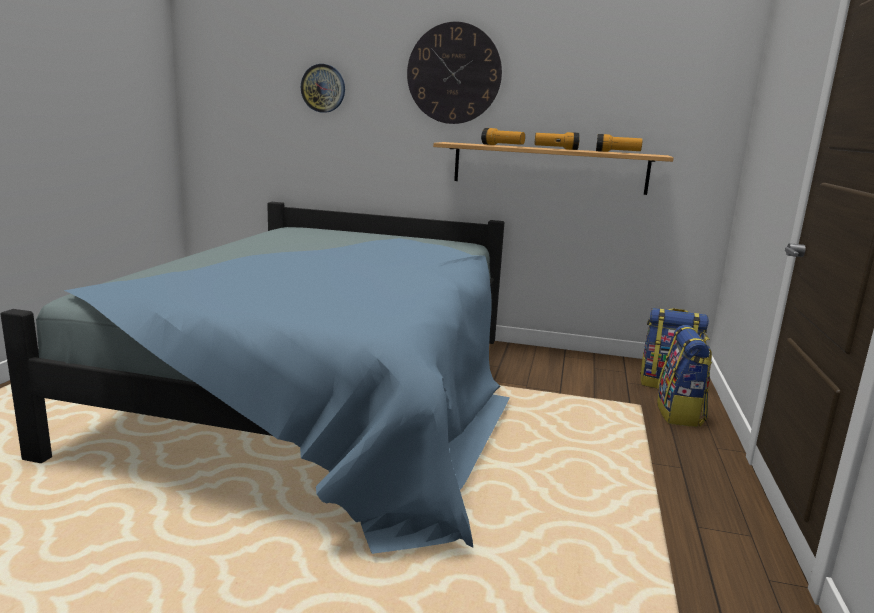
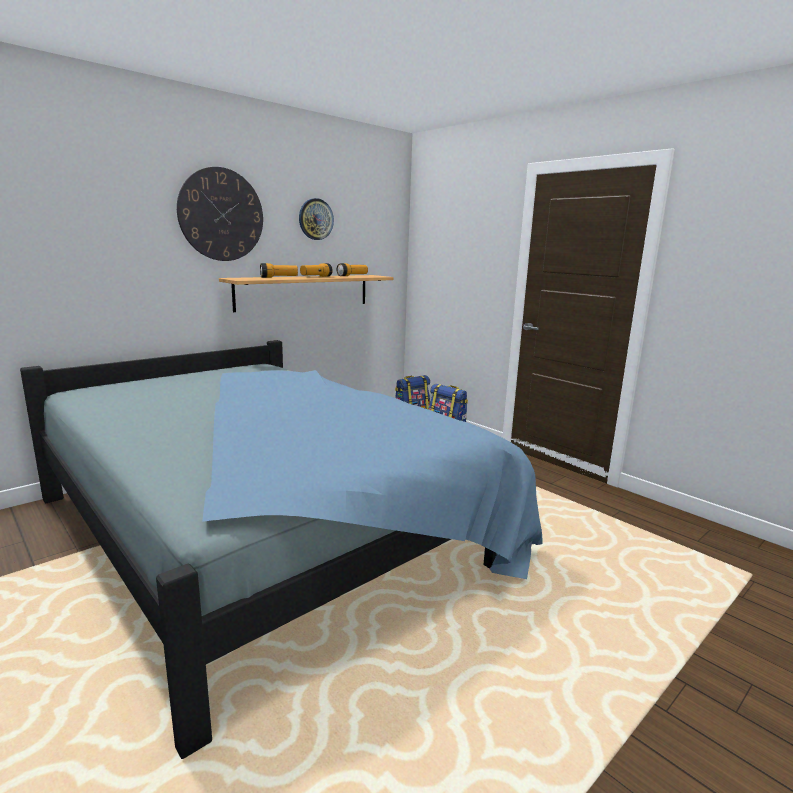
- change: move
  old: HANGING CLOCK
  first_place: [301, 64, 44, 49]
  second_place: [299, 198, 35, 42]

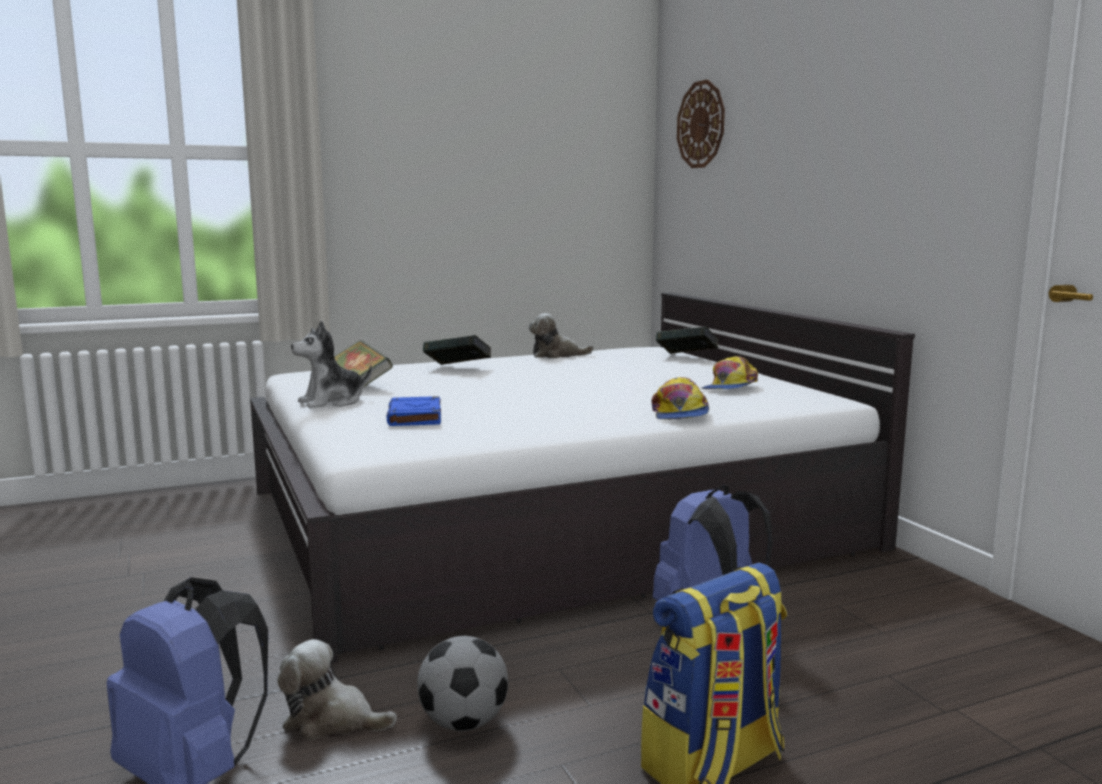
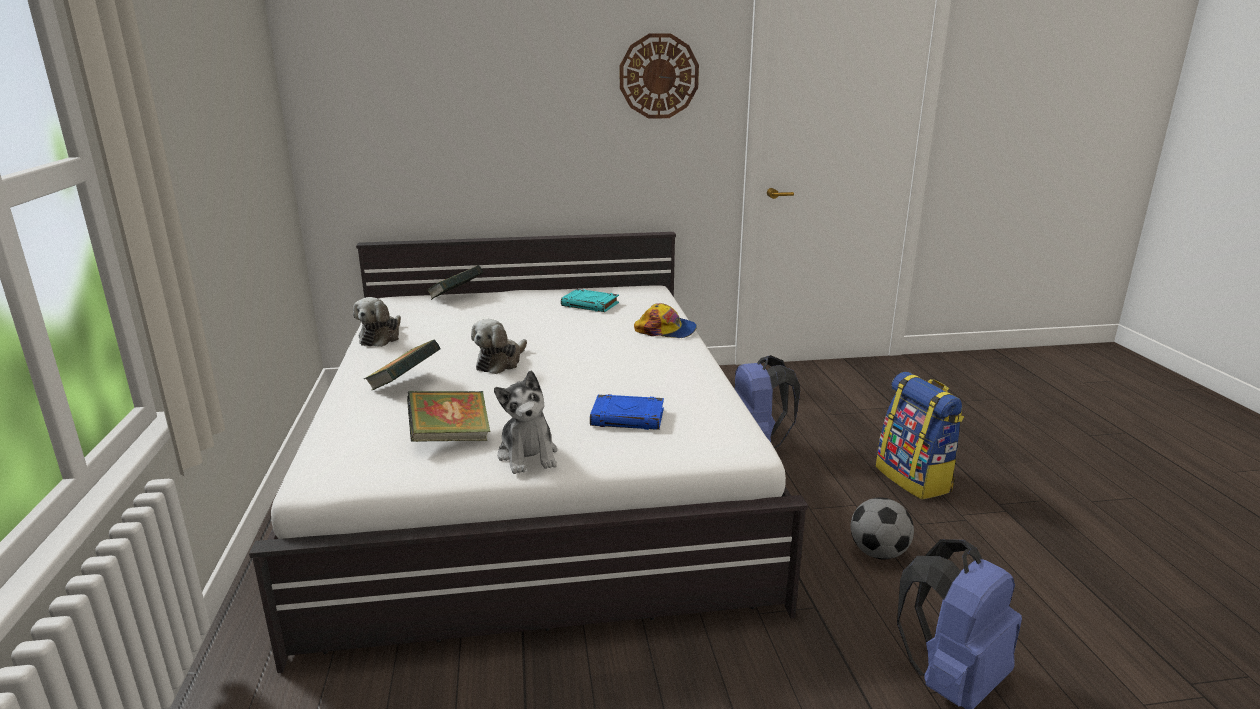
- change: move
  old: HANGING CLOCK
  first_place: [677, 80, 48, 88]
  second_place: [620, 33, 79, 86]
- change: replace
  old: CAP
  new: TURQUOISE BOUND BOOK
  first_place: [701, 356, 57, 33]
  second_place: [561, 289, 58, 23]
- change: move
  old: CUDDLY TOY
  first_place: [277, 639, 120, 101]
  second_place: [471, 319, 56, 55]

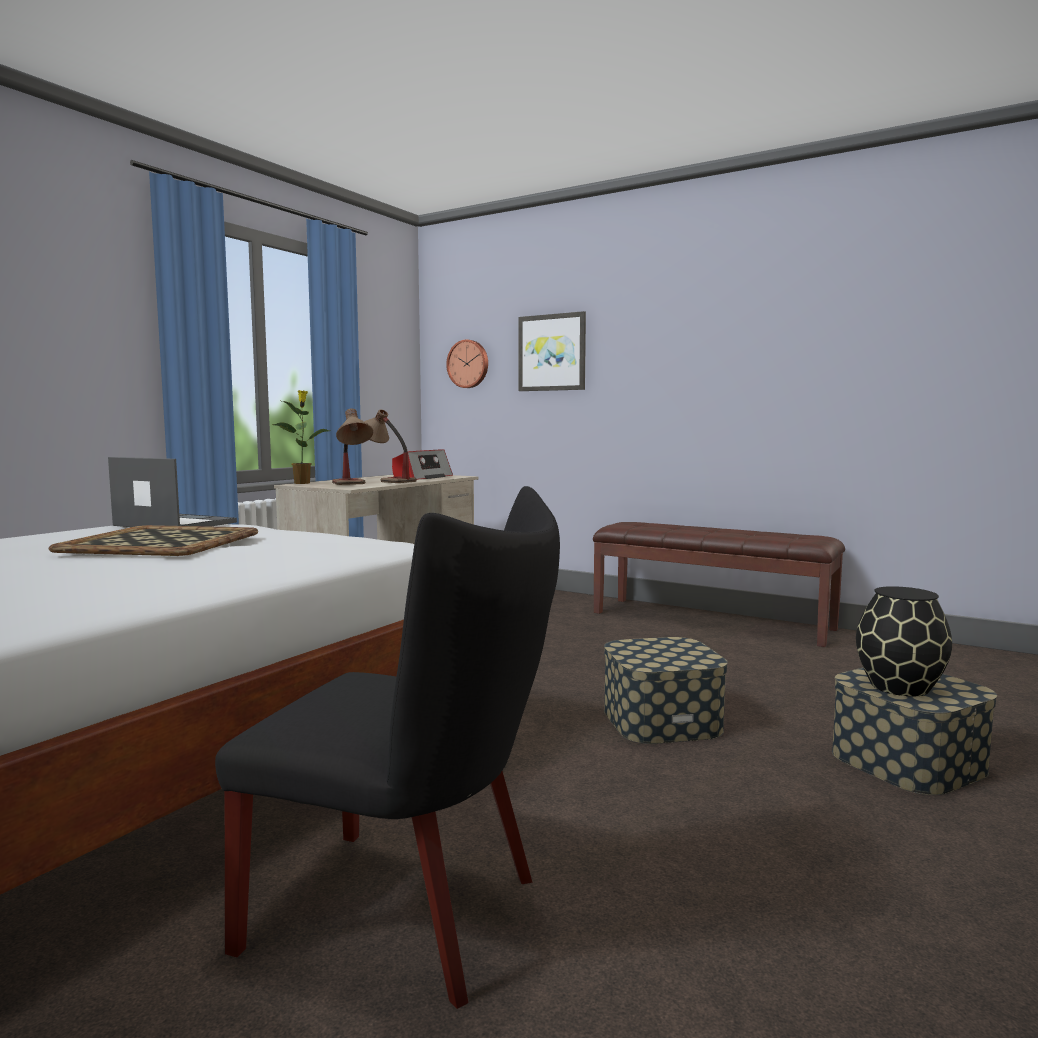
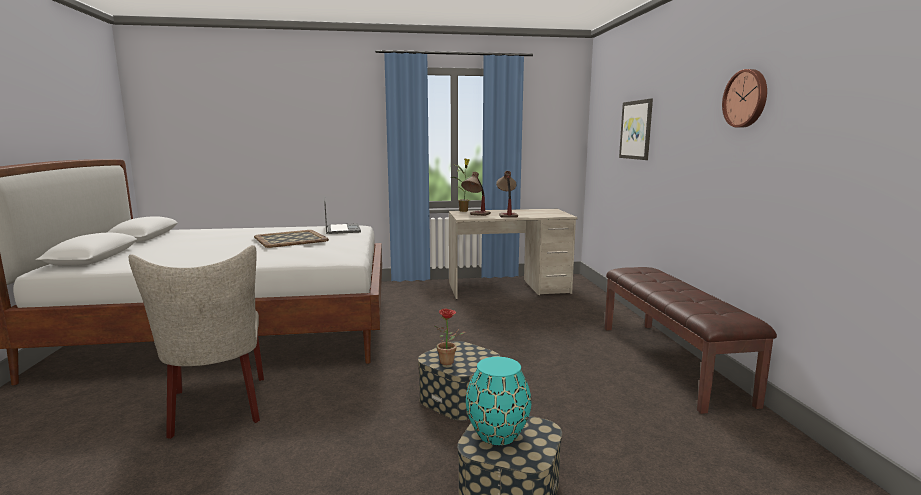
- change: move
  old: HANGING CLOCK
  first_place: [446, 340, 42, 48]
  second_place: [722, 69, 45, 59]
- change: delete
  old: RADIO RECEIVER
  first_place: [392, 449, 61, 31]
- change: recolor
  old: BLACK UPRIGHT CHAIR
  new: BEIGE UPRIGHT CHAIR
  first_place: [215, 486, 345, 523]
  second_place: [129, 245, 135, 194]
- change: recolor
  old: BLACK VASE
  new: TURQUOISE VASE
  first_place: [856, 586, 96, 110]
  second_place: [466, 357, 65, 88]
- change: insert
  new: POTTED PLANT
  second_place: [434, 309, 31, 56]

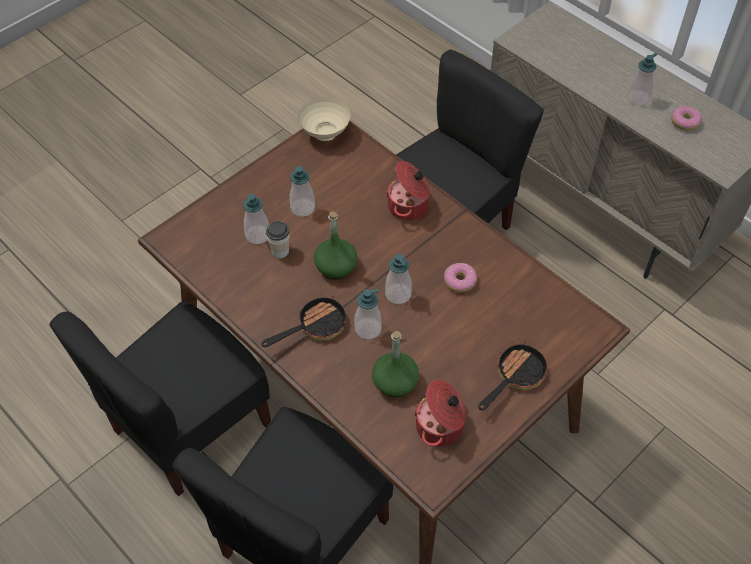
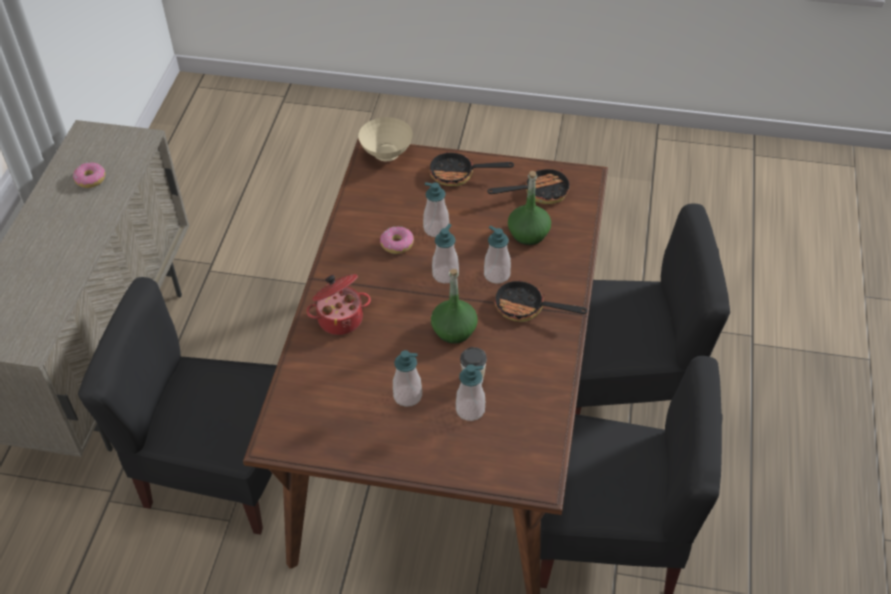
- change: move
  old: SOAP DISPENSER
  first_place: [627, 53, 30, 53]
  second_place: [423, 182, 26, 55]
- change: move
  old: BEIGE DEEP DISH
  first_place: [298, 97, 53, 44]
  second_place: [358, 117, 55, 44]
- change: replace
  old: STOCKPOT
  new: FRYING PAN
  first_place: [415, 380, 51, 67]
  second_place: [487, 165, 83, 39]

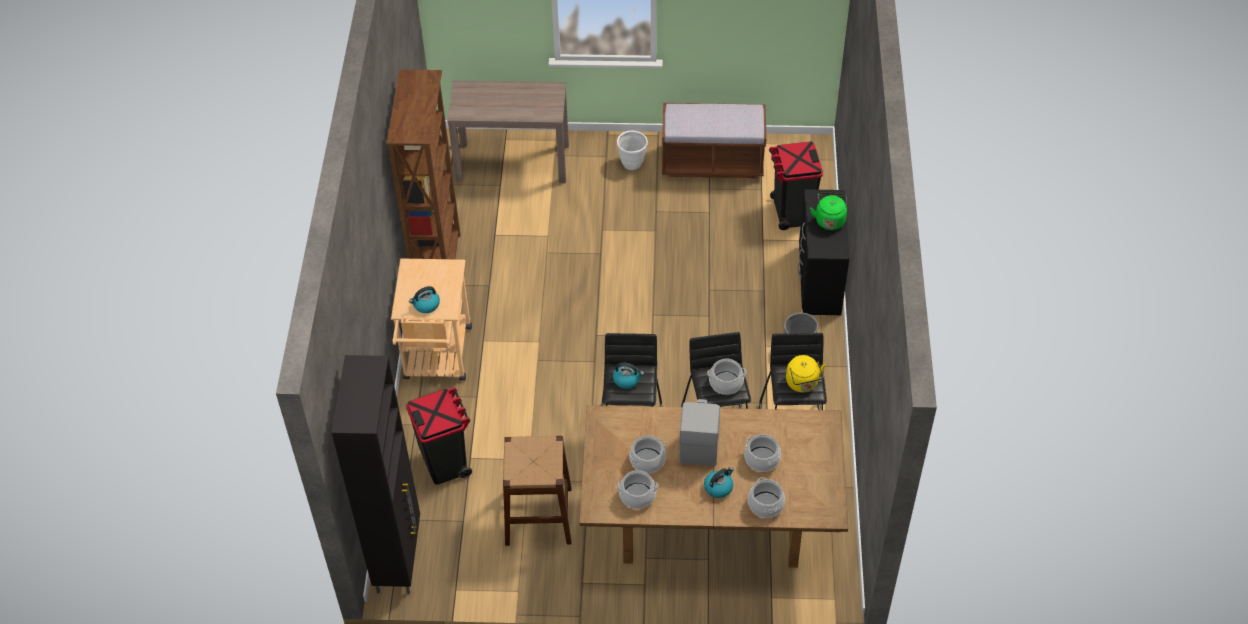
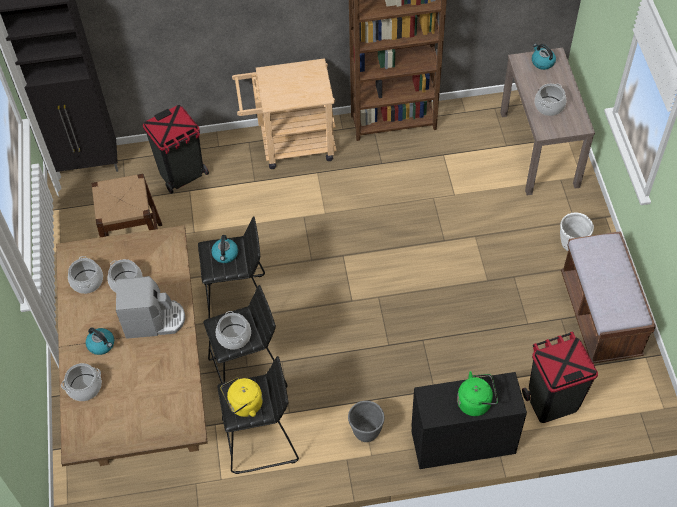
- change: move
  old: KETTLE
  first_place: [409, 286, 31, 27]
  second_place: [532, 44, 24, 26]
- change: move
  old: STOCKPOT
  first_place: [744, 434, 37, 38]
  second_place: [535, 84, 31, 32]

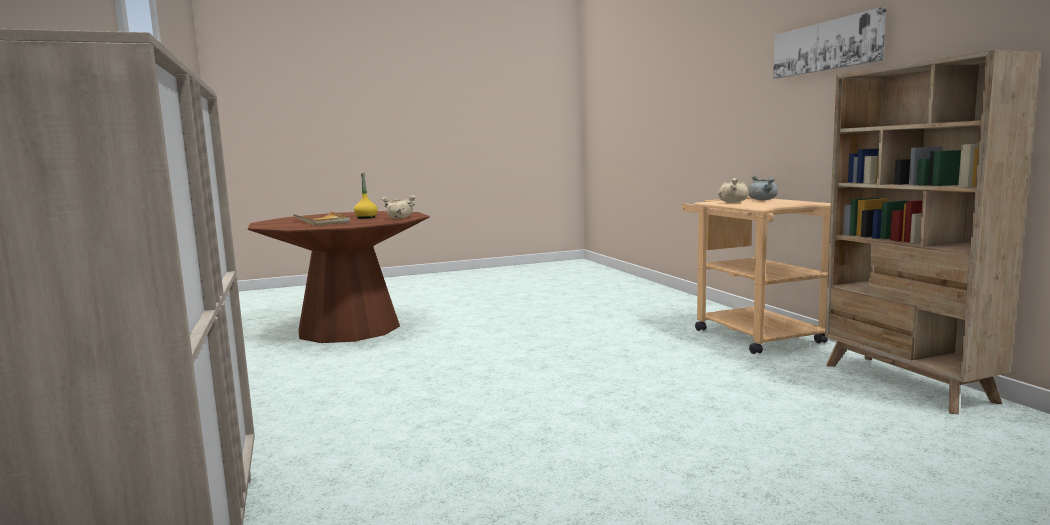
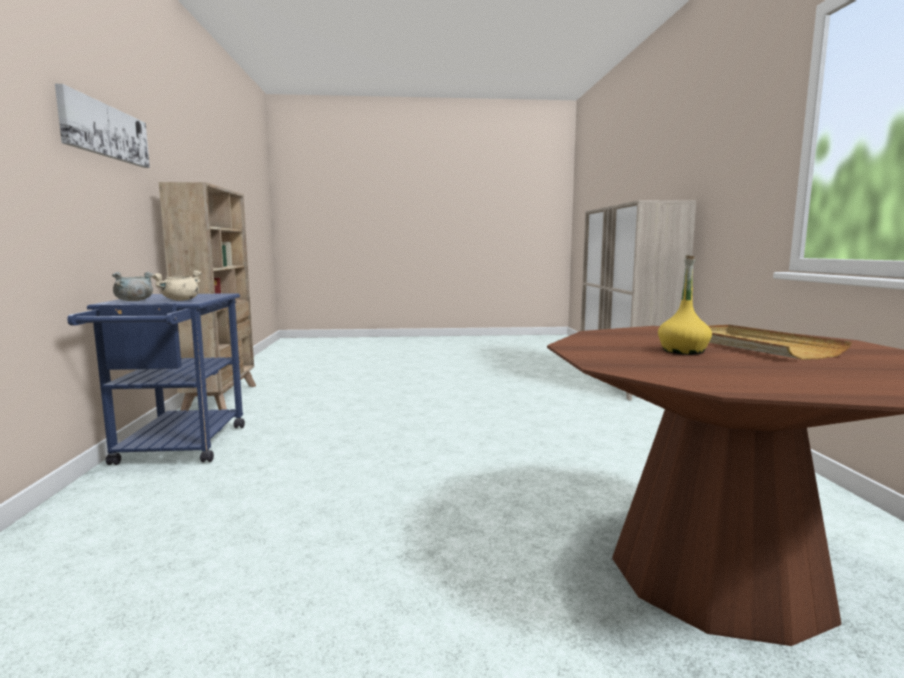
- change: delete
  old: BEIGE STOCKPOT
  first_place: [381, 195, 35, 24]
- change: recolor
  old: BEIGE CART
  new: BLUE-COLOURED CART
  first_place: [681, 197, 150, 157]
  second_place: [67, 293, 178, 172]

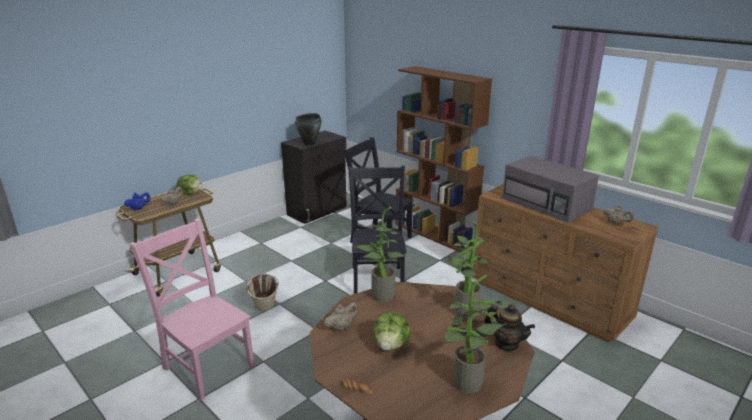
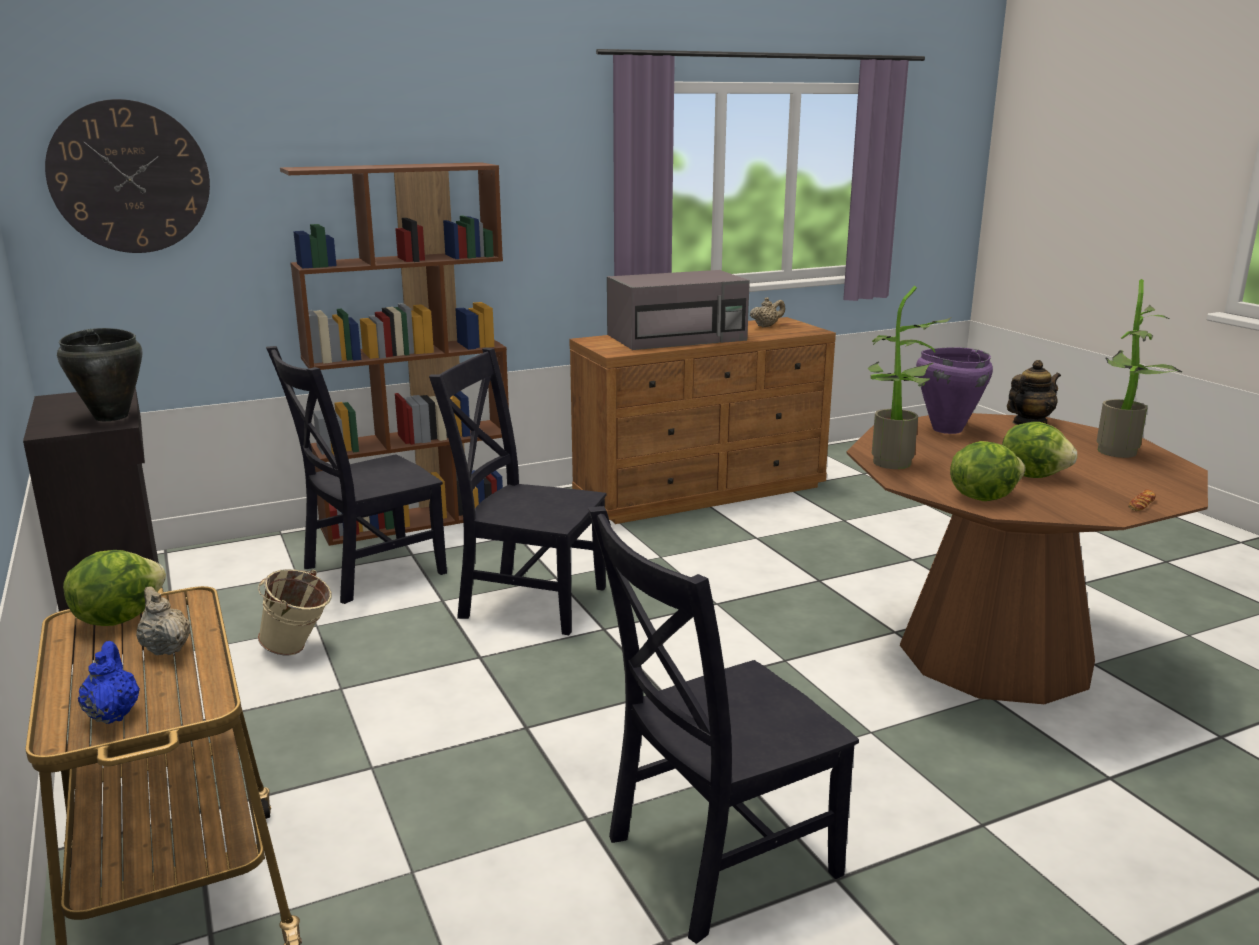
- change: recolor
  old: PINK UPRIGHT CHAIR
  new: BLACK UPRIGHT CHAIR
  first_place: [130, 218, 125, 183]
  second_place: [588, 506, 271, 438]
- change: replace
  old: POTTED PLANT
  new: PURPLE STOCKPOT
  first_place: [448, 221, 41, 98]
  second_place: [916, 347, 77, 87]
- change: move
  old: BEIGE WATER BUCKET
  first_place: [246, 274, 33, 37]
  second_place: [258, 569, 74, 86]
- change: replace
  old: BEIGE POT FOR TEA
  new: LETTUCE HEAD
  first_place: [324, 302, 34, 30]
  second_place: [950, 441, 75, 60]
- change: insert
  new: HANGING CLOCK
  second_place: [45, 99, 165, 154]

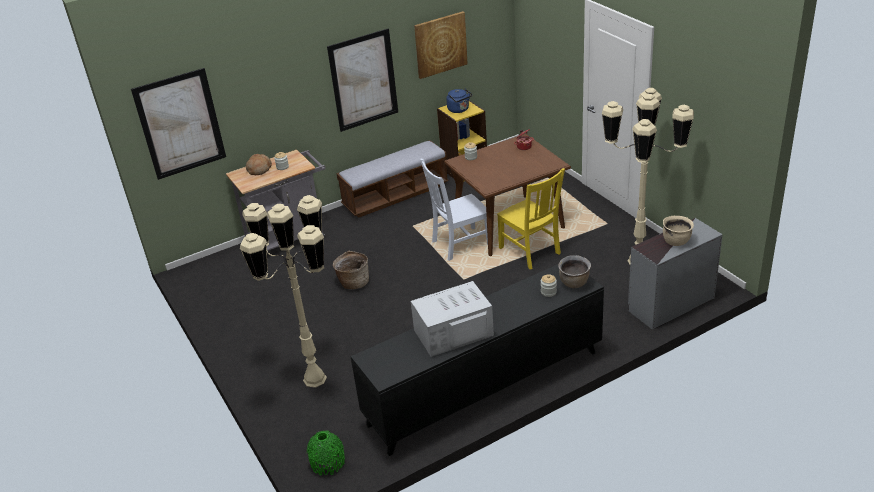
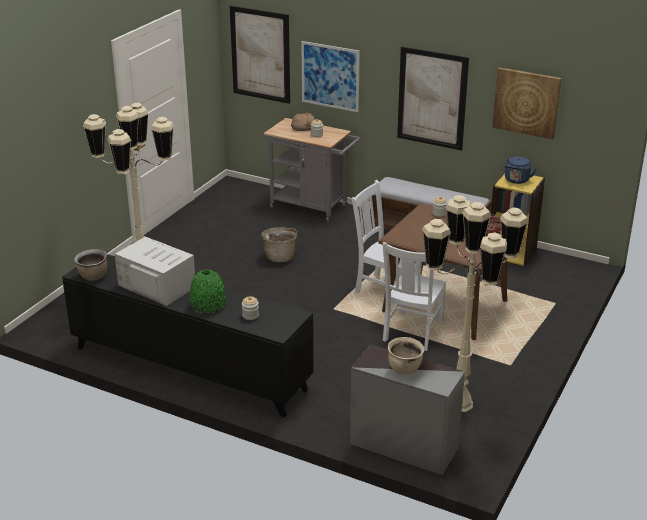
- change: recolor
  old: YELLOW-COLOURED UPRIGHT CHAIR
  new: WHITISH UPRIGHT CHAIR
  first_place: [497, 168, 68, 101]
  second_place: [382, 242, 64, 109]
- change: move
  old: BROWN STOCKPOT
  first_place: [558, 255, 33, 33]
  second_place: [74, 249, 33, 32]
- change: move
  old: GREENISH VASE
  first_place: [307, 431, 38, 44]
  second_place: [190, 270, 35, 43]
- change: insert
  new: WALL ART
  second_place: [301, 41, 59, 71]

